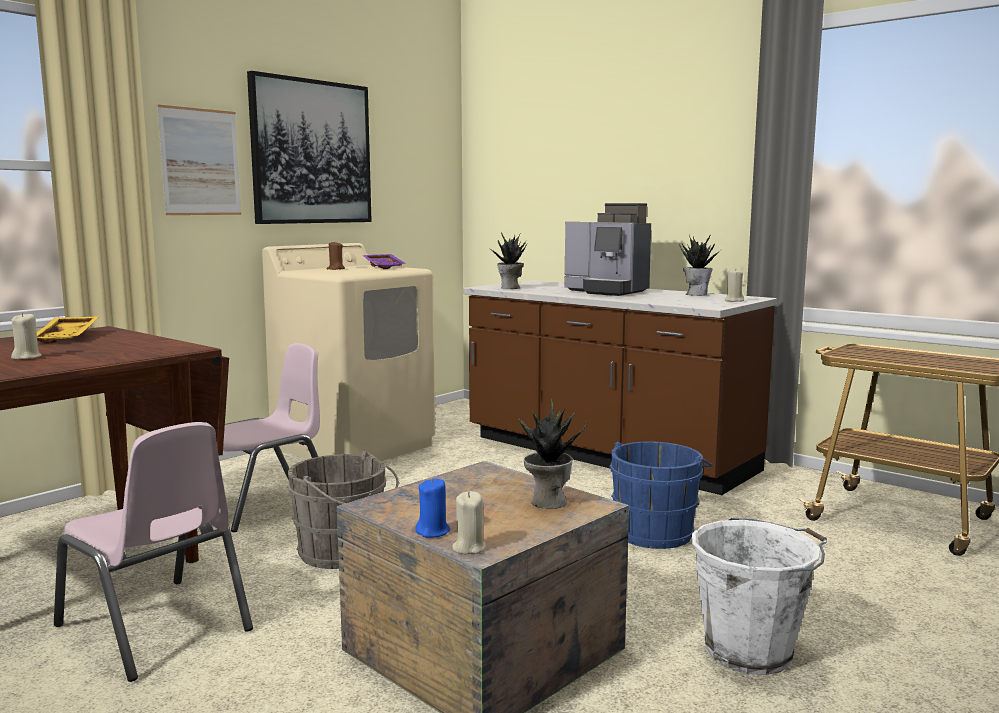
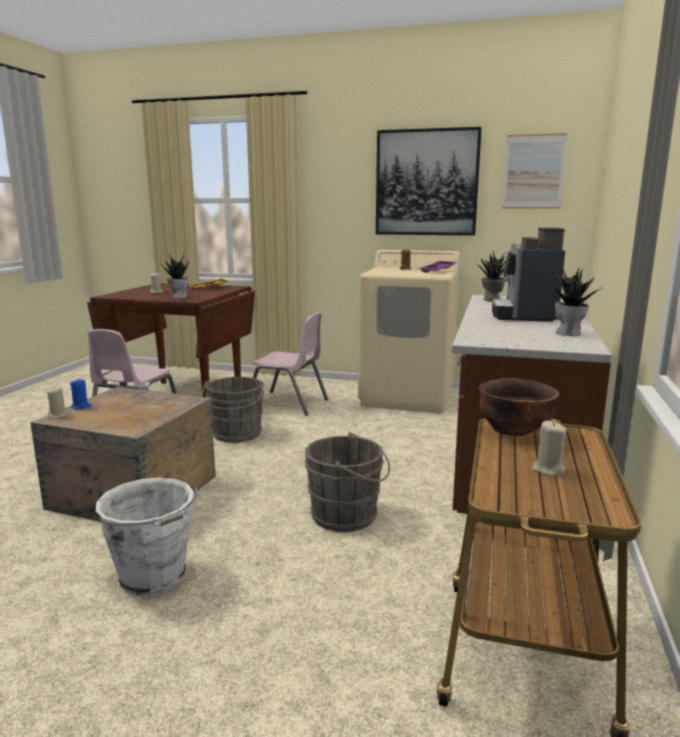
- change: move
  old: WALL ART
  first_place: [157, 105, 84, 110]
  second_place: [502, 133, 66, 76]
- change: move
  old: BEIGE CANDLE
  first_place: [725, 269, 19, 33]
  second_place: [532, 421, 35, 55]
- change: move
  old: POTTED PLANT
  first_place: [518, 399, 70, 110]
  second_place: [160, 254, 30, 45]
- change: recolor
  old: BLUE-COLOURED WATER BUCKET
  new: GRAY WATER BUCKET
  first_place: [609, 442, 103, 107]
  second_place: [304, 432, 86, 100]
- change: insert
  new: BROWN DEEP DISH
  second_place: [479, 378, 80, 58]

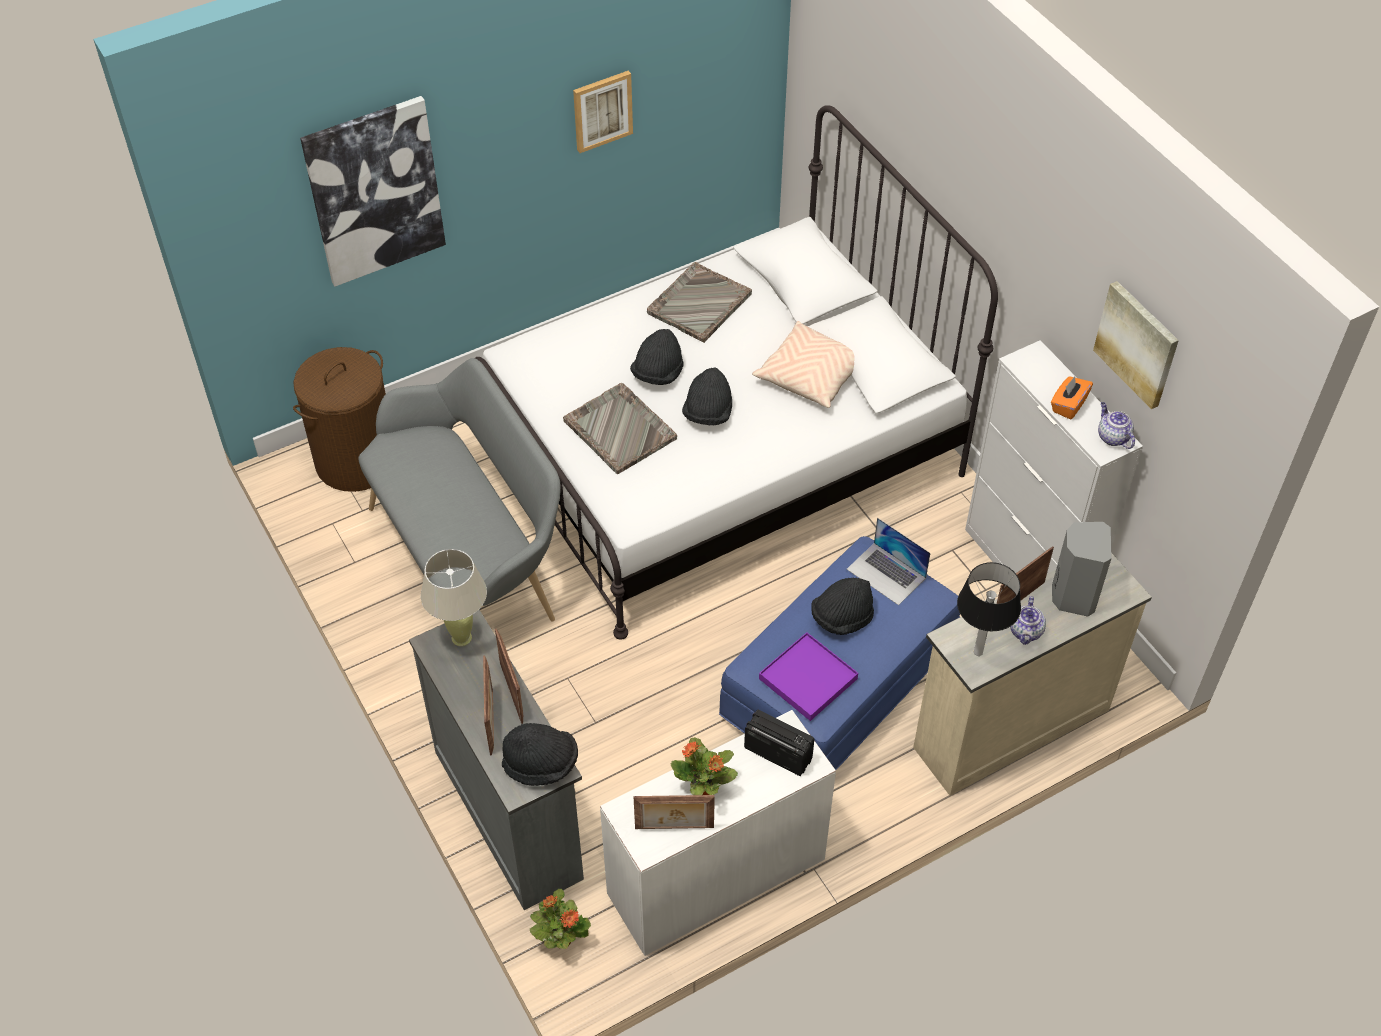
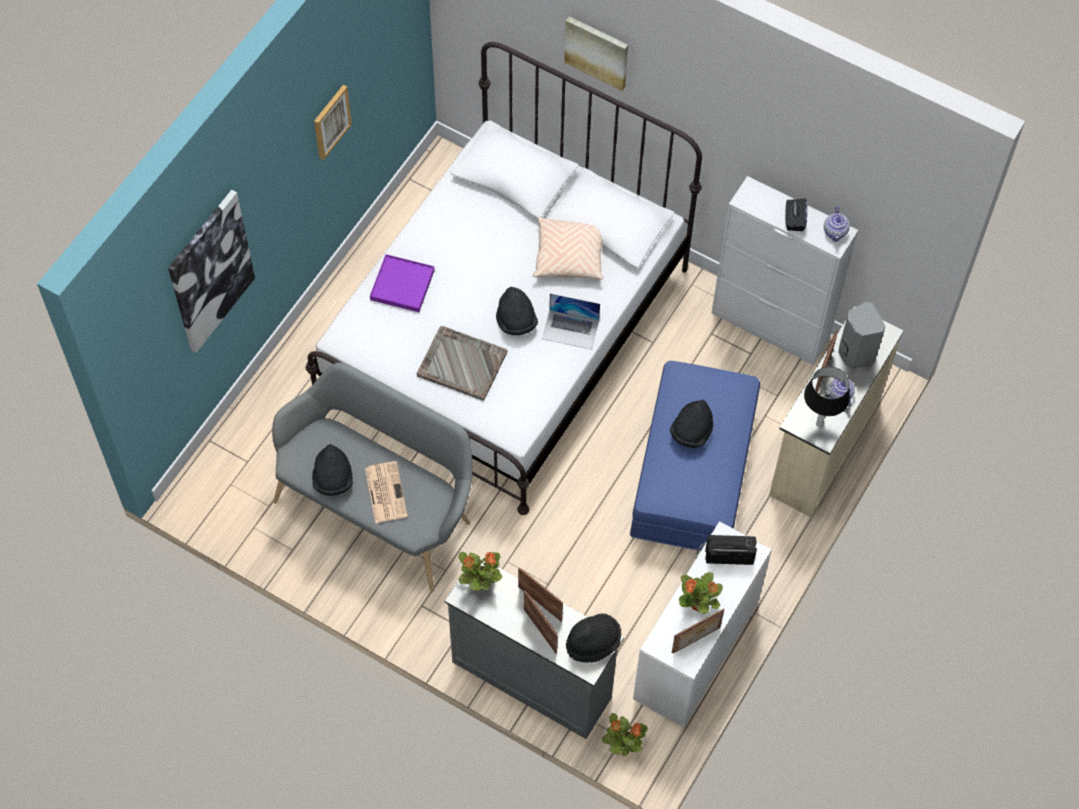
- change: delete
  old: GRAY CARRYING TRAY
  first_place: [647, 262, 105, 81]
- change: move
  old: WALL ART
  first_place: [1093, 281, 86, 128]
  second_place: [564, 17, 64, 74]
- change: move
  old: BLACK WEARABLE HAT
  first_place: [630, 329, 54, 56]
  second_place: [312, 444, 41, 52]
- change: delete
  old: BROWN LAUNDRY BASKET
  first_place: [293, 347, 93, 145]
- change: recolor
  old: ORANGEY TISSUE HOLDER
  new: BLACK TISSUE HOLDER
  first_place: [1051, 376, 42, 44]
  second_place: [785, 198, 22, 33]
- change: rotate
  old: POT FOR TEA
  first_place: [1098, 402, 37, 47]
  second_place: [824, 206, 26, 36]
  degrees: -120
- change: move
  old: PORTABLE COMPUTER
  first_place: [847, 518, 83, 87]
  second_place: [542, 294, 58, 55]
- change: replace
  old: BEIGE TABLETOP LAMP
  new: POTTED PLANT
  first_place: [421, 549, 66, 98]
  second_place: [458, 552, 44, 38]
- change: move
  old: PURPLE CARRYING TRAY
  first_place: [759, 632, 99, 89]
  second_place: [370, 254, 65, 58]
- change: insert
  new: PRINTED PAPER
  second_place: [365, 461, 43, 62]

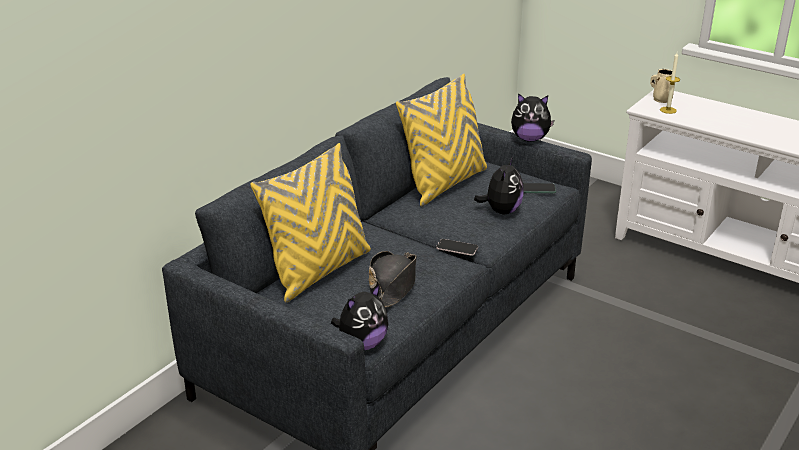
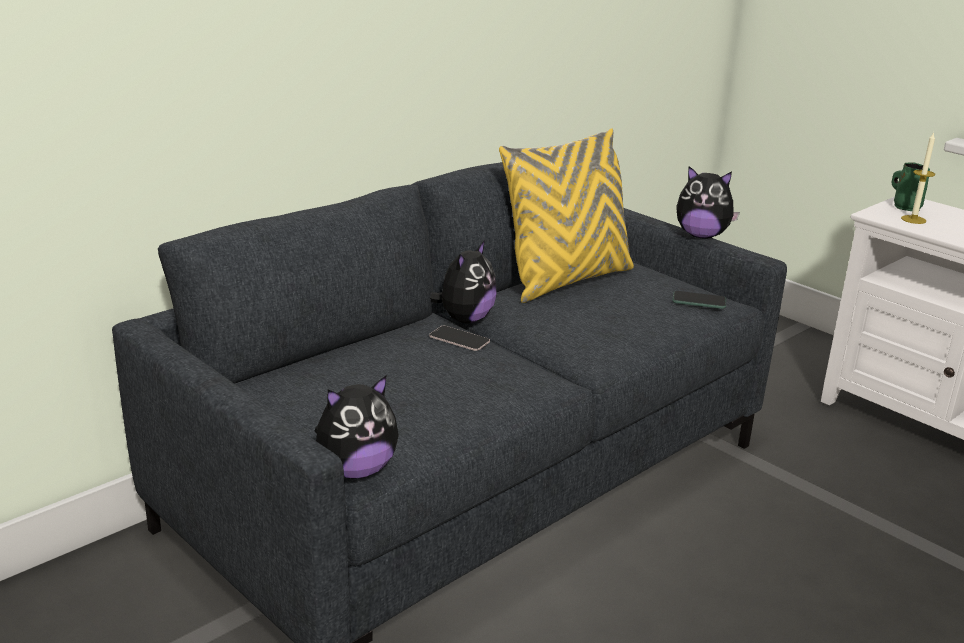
- change: recolor
  old: BEIGE COFFEE MUG
  new: GREENISH COFFEE MUG
  first_place: [650, 69, 25, 34]
  second_place: [892, 162, 38, 49]
- change: delete
  old: YELLOW-COLOURED THROW PILLOW
  first_place: [250, 143, 121, 159]
- change: move
  old: CUDDLY TOY
  first_place: [474, 157, 50, 57]
  second_place: [430, 240, 67, 83]
- change: move
  old: TELEPHONE
  first_place: [436, 239, 42, 17]
  second_place: [429, 326, 61, 25]
- change: delete
  old: BLACK WEARABLE HAT
  first_place: [369, 251, 48, 57]

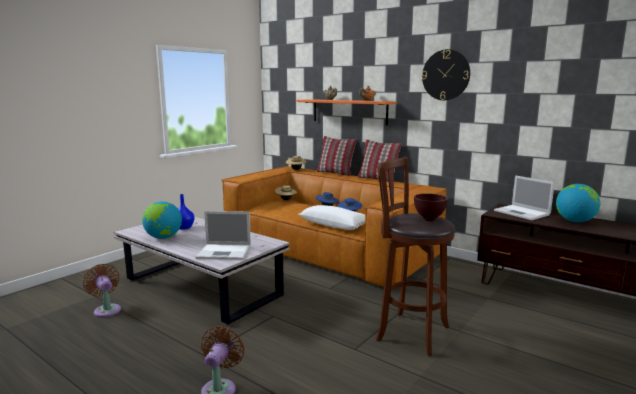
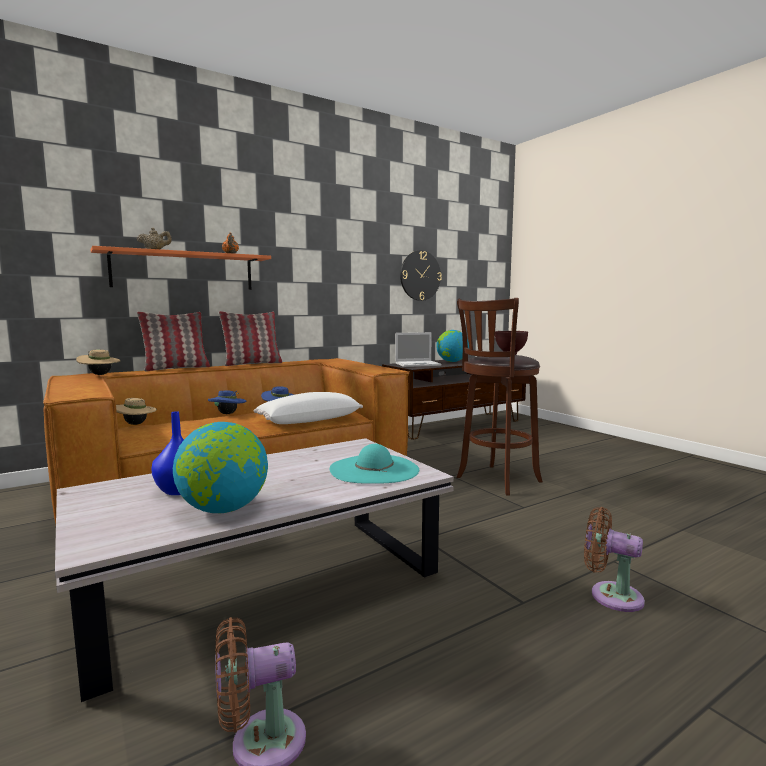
- change: move
  old: HANGING CLOCK
  first_place: [422, 49, 48, 51]
  second_place: [400, 250, 42, 51]
- change: replace
  old: PORTABLE COMPUTER
  new: TURQUOISE WEARABLE HAT
  first_place: [195, 211, 56, 49]
  second_place: [330, 444, 89, 40]

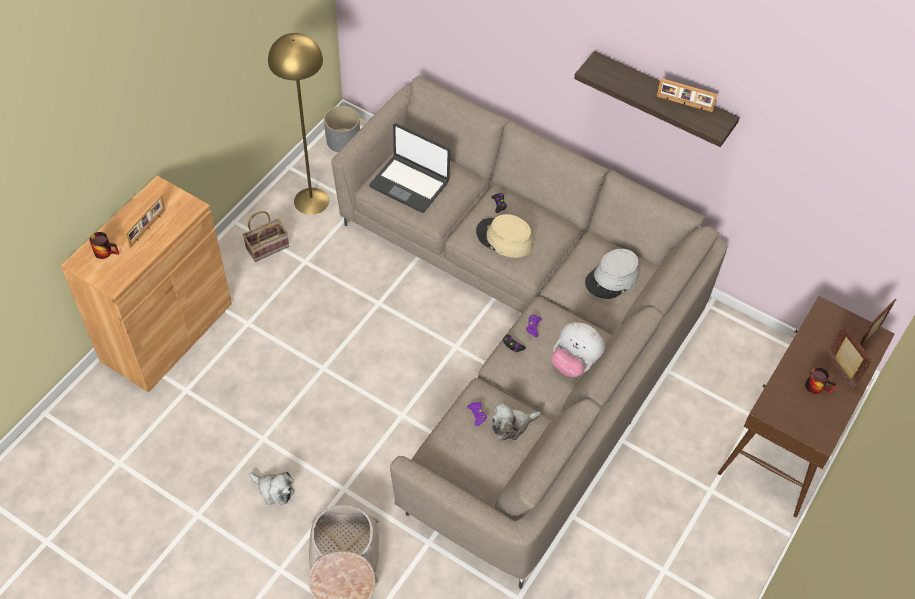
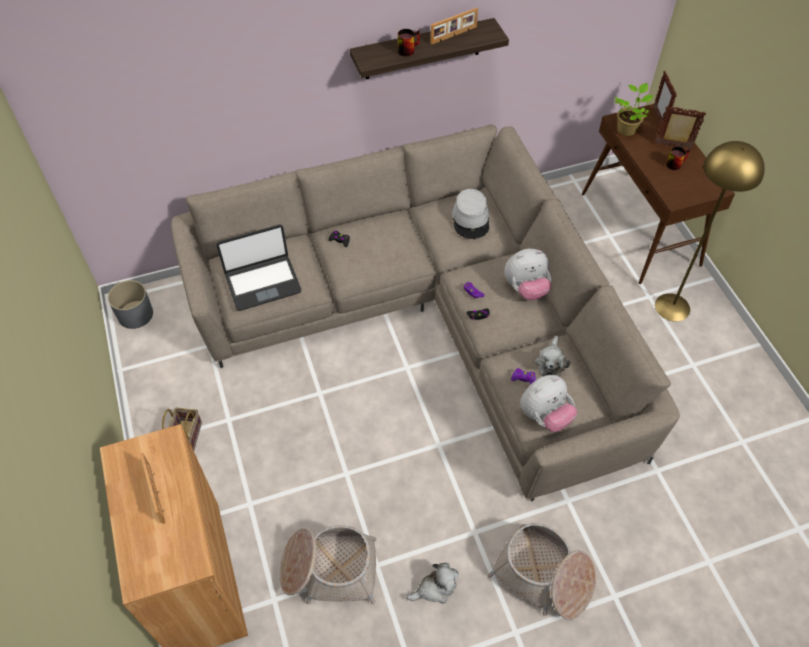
- change: move
  old: YELLOW-COLOURED STANDING LAMP
  first_place: [268, 33, 61, 182]
  second_place: [655, 141, 110, 180]
- change: delete
  old: BEIGE WEARABLE HAT
  first_place: [476, 214, 57, 44]
- change: move
  old: COFFEE MUG
  first_place: [89, 232, 30, 27]
  second_place: [398, 29, 22, 28]
- change: insert
  new: POTTED PLANT
  second_place: [614, 83, 39, 53]
- change: insert
  new: CUDDLY TOY
  second_place: [520, 375, 57, 57]
- change: insert
  new: HOUSEHOLD BASKET
  second_place: [280, 525, 96, 79]

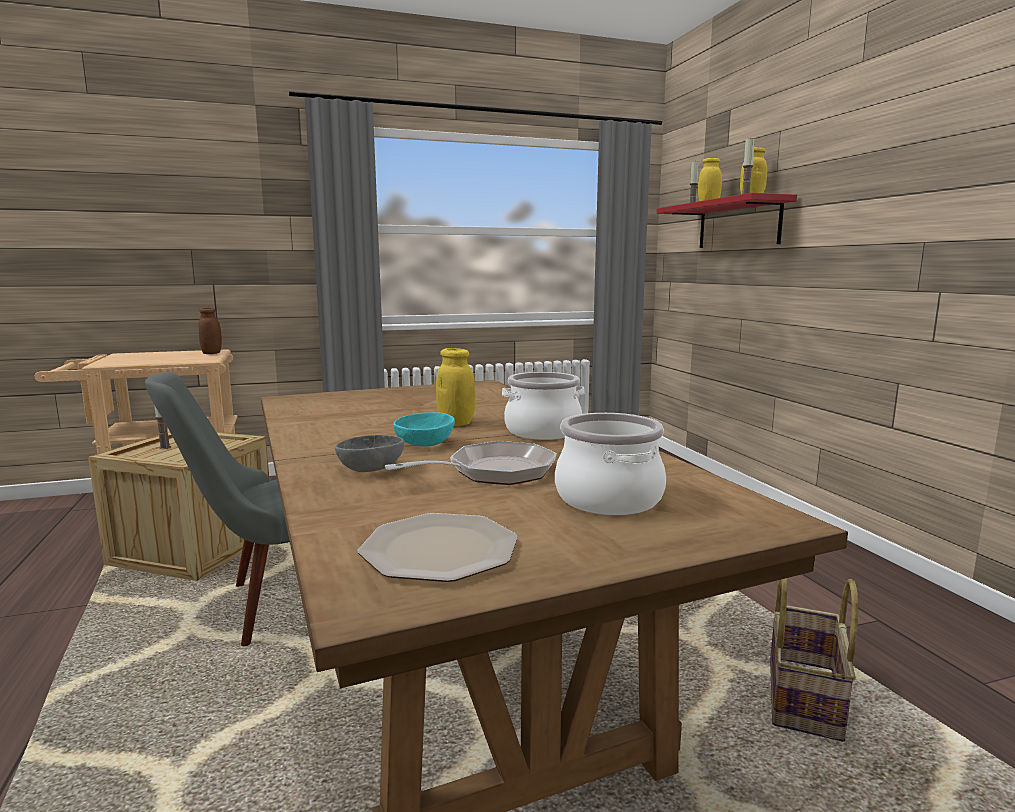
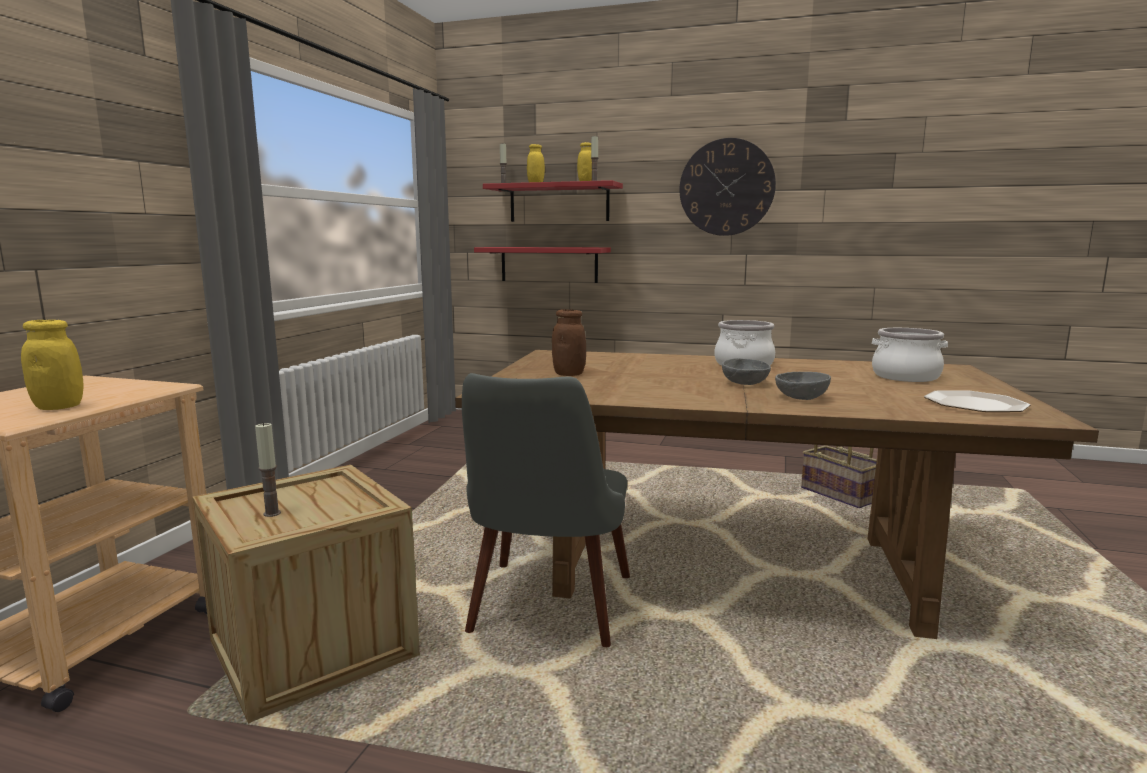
- change: move
  old: BROWN PRESERVE JAR
  first_place: [199, 308, 23, 46]
  second_place: [552, 309, 34, 67]
- change: move
  old: YELLOW-COLOURED PRESERVE JAR
  first_place: [436, 348, 39, 78]
  second_place: [21, 320, 63, 90]
- change: recolor
  old: TURQUOISE DEEP DISH
  new: GRAY DEEP DISH
  first_place: [393, 412, 62, 35]
  second_place: [722, 358, 49, 27]
- change: delete
  old: FRYING PAN
  first_place: [385, 441, 172, 44]
- change: insert
  new: HANGING CLOCK
  second_place: [679, 138, 97, 98]
- change: insert
  new: RED-COLOURED BRACKET SHELF
  second_place: [474, 247, 137, 36]

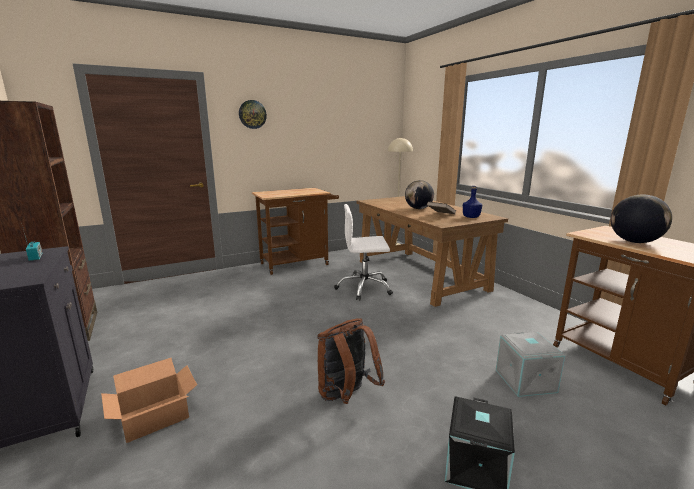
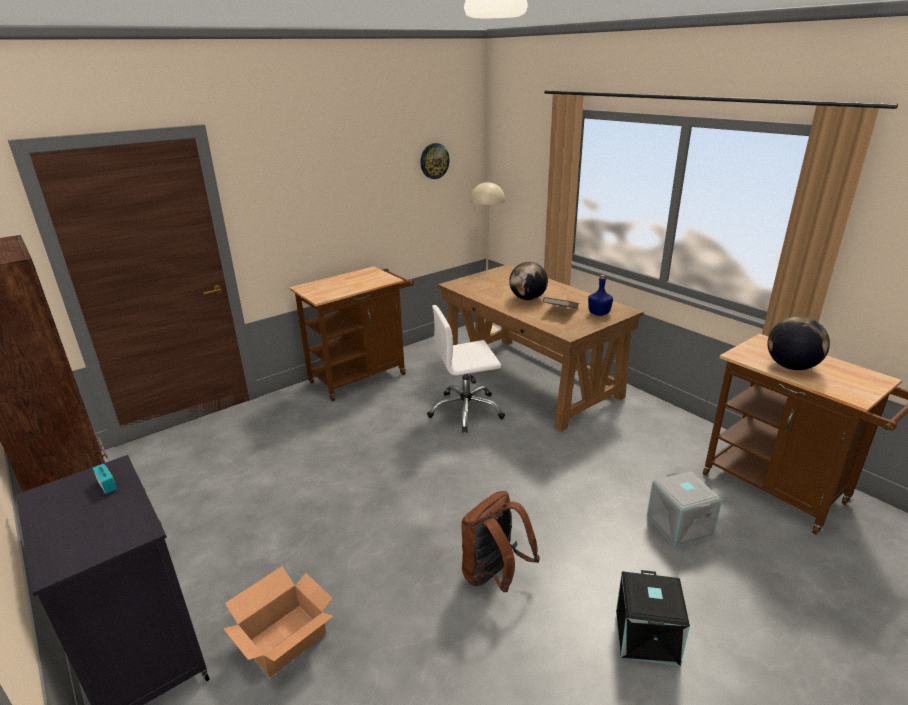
- change: move
  old: HANGING CLOCK
  first_place: [239, 100, 28, 29]
  second_place: [420, 143, 30, 36]

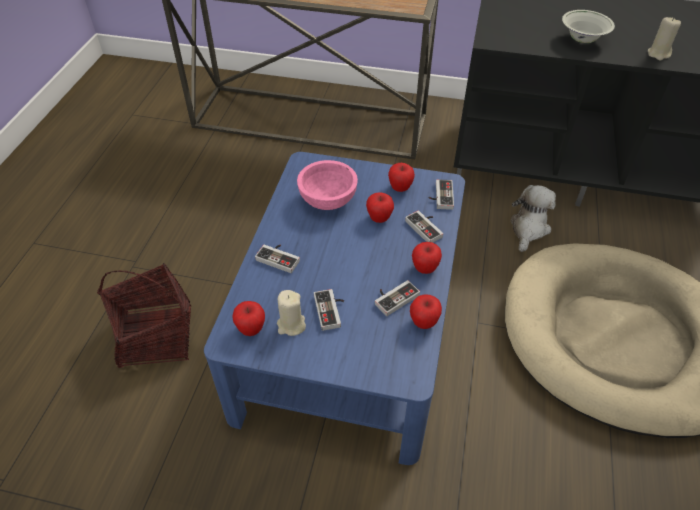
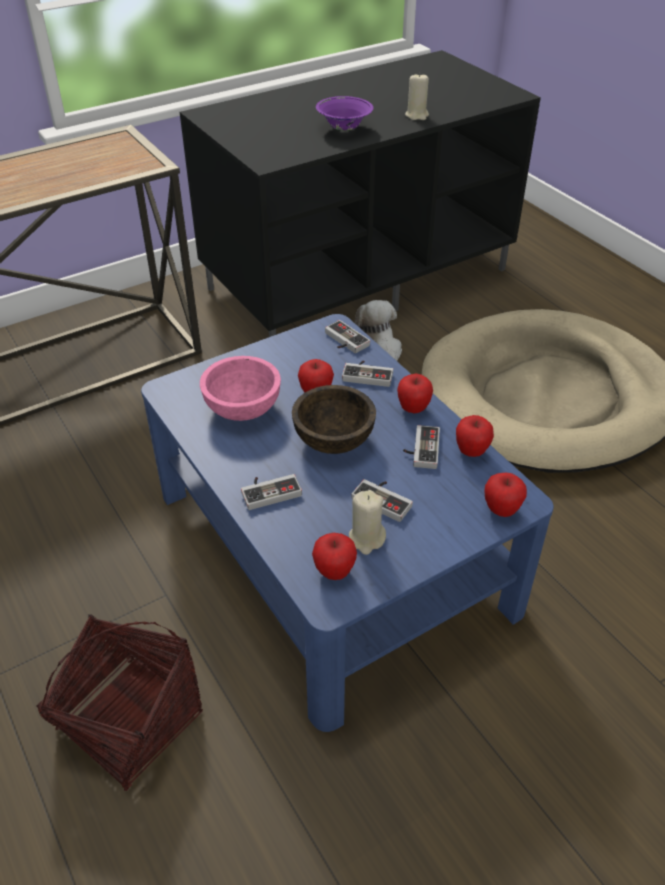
- change: recolor
  old: WHITISH DEEP DISH
  new: PURPLE DEEP DISH
  first_place: [562, 10, 53, 33]
  second_place: [316, 96, 57, 35]
- change: move
  old: APPLE
  first_place: [388, 163, 27, 29]
  second_place: [484, 473, 43, 44]
- change: insert
  new: BROWN DEEP DISH
  second_place: [292, 385, 84, 69]

